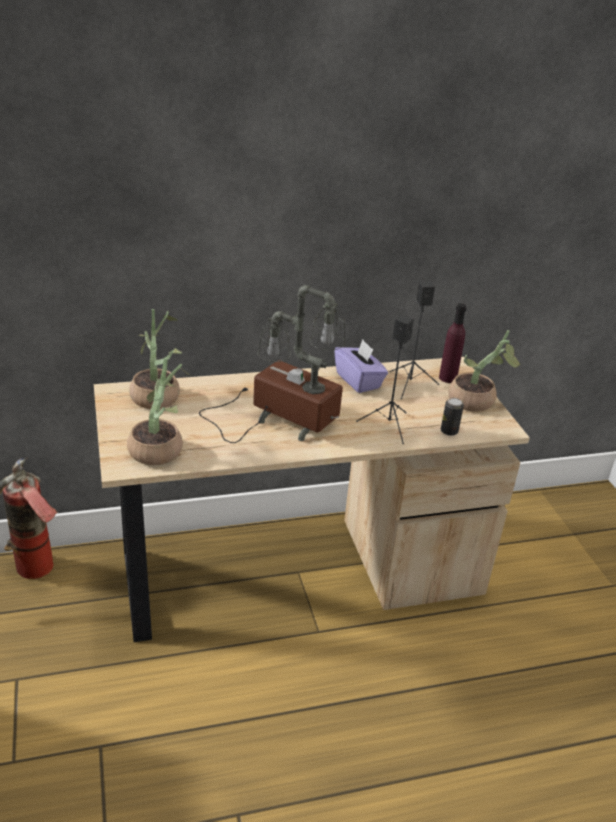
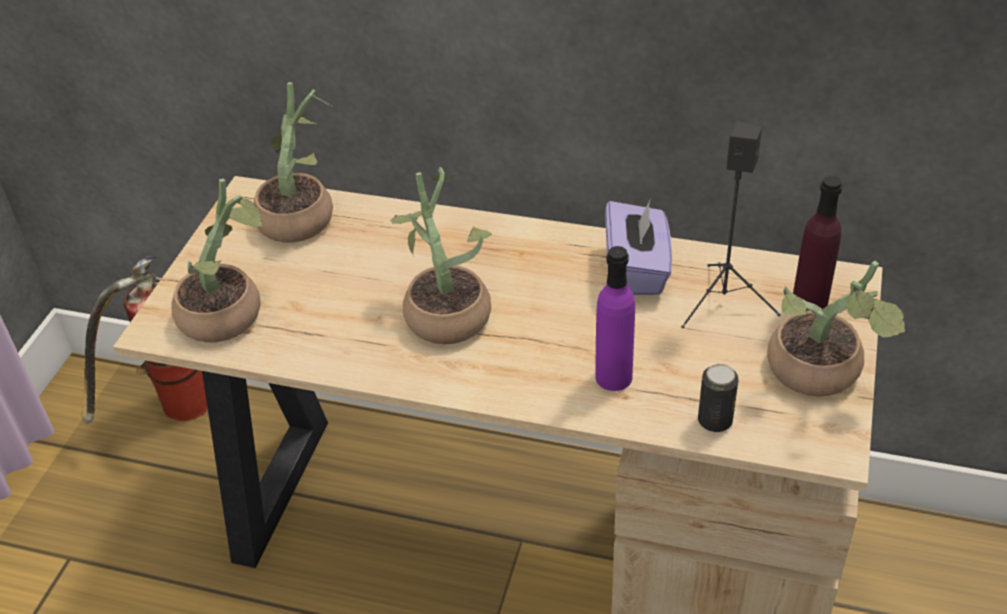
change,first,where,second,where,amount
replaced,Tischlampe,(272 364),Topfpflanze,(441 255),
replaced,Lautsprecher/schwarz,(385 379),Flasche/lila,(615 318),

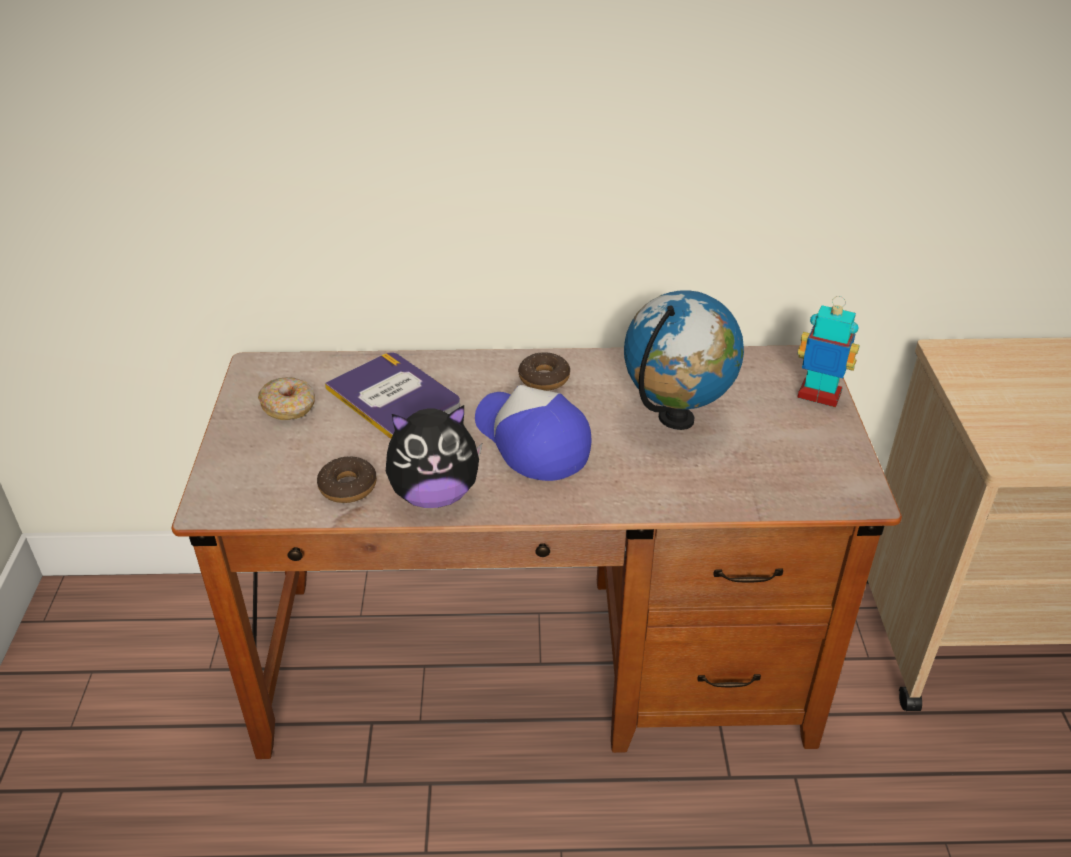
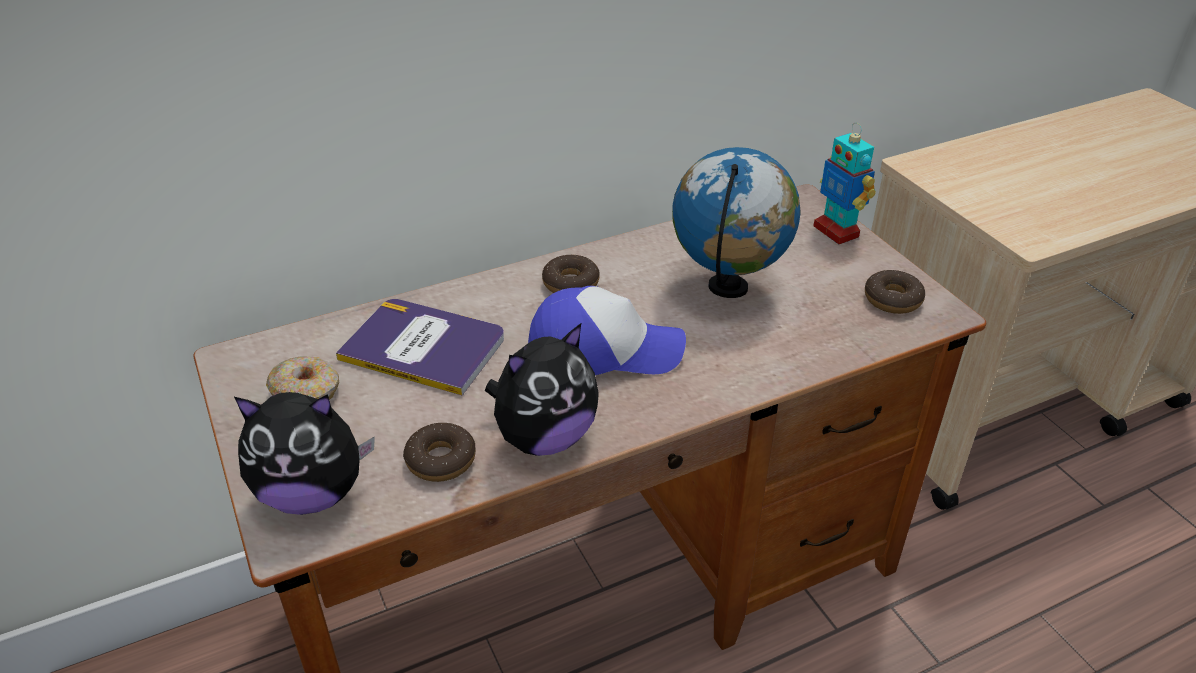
change,first,where,second,where,amount
turned,Spielzeugroboter,(828 351),,(845 183),120 degrees counterclockwise
turned,Kappe,(533 433),,(607 330),150 degrees clockwise
added,,,Donut,(895 292),
added,,,Plüschtier,(304 453),

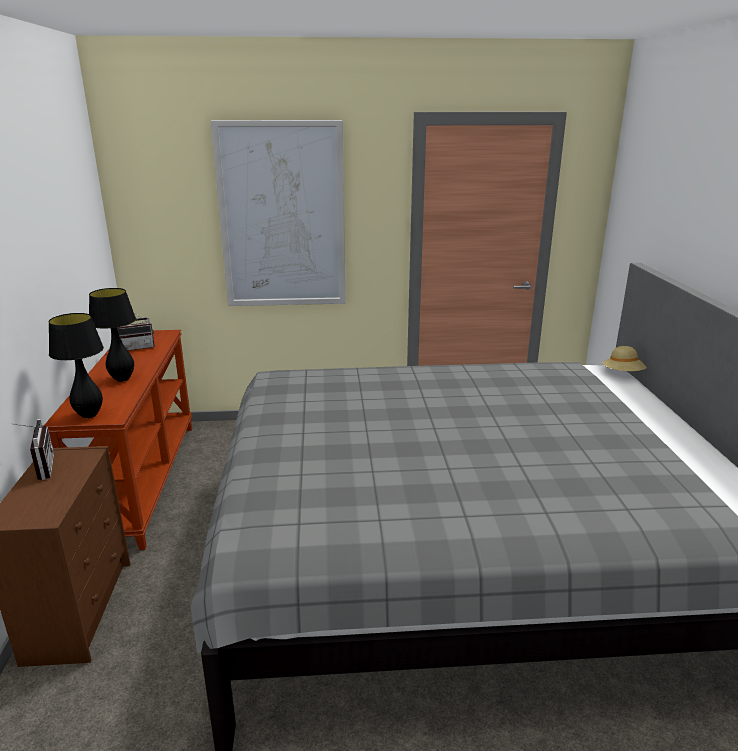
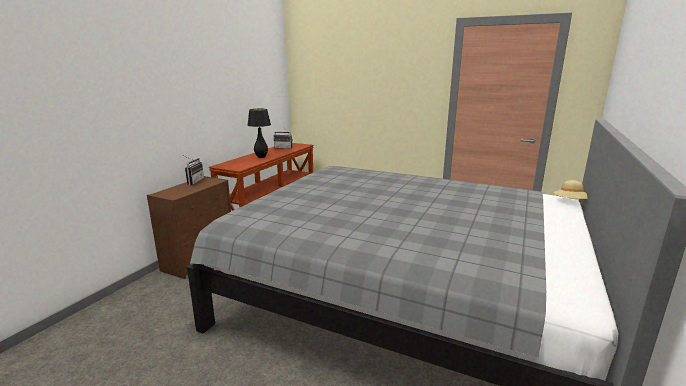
change,first,where,second,where,amount
removed,Bild,(278 213),,,
removed,Tischlampe/schwarz,(76 365),,,

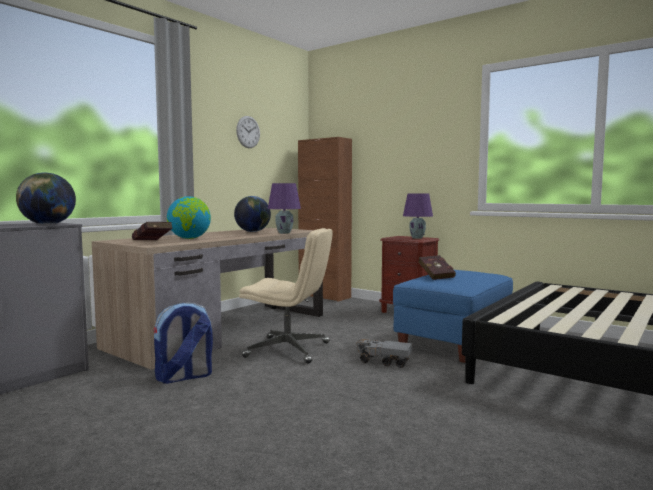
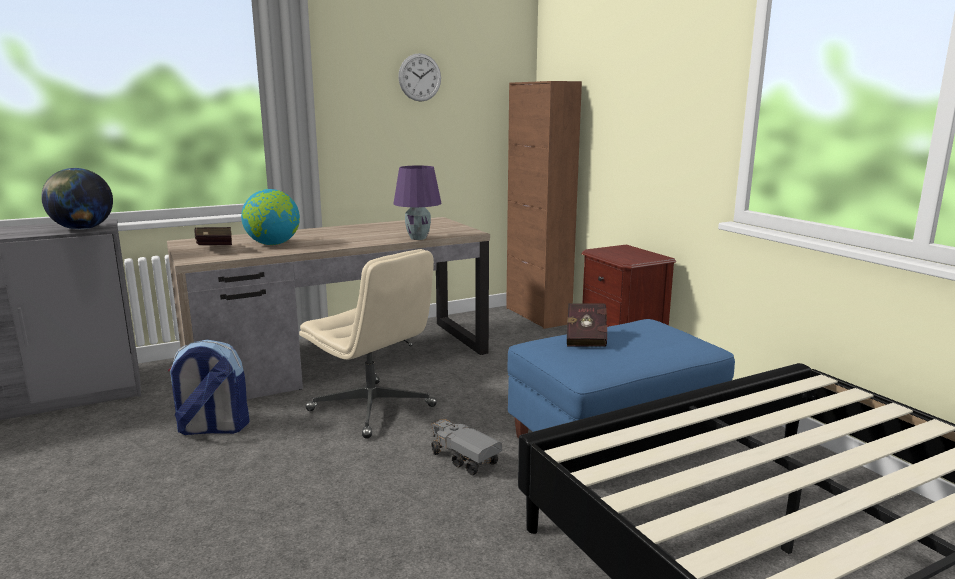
change,first,where,second,where,amount
removed,Tischlampe/lila,(418 216),,,
removed,Globus,(252 214),,,

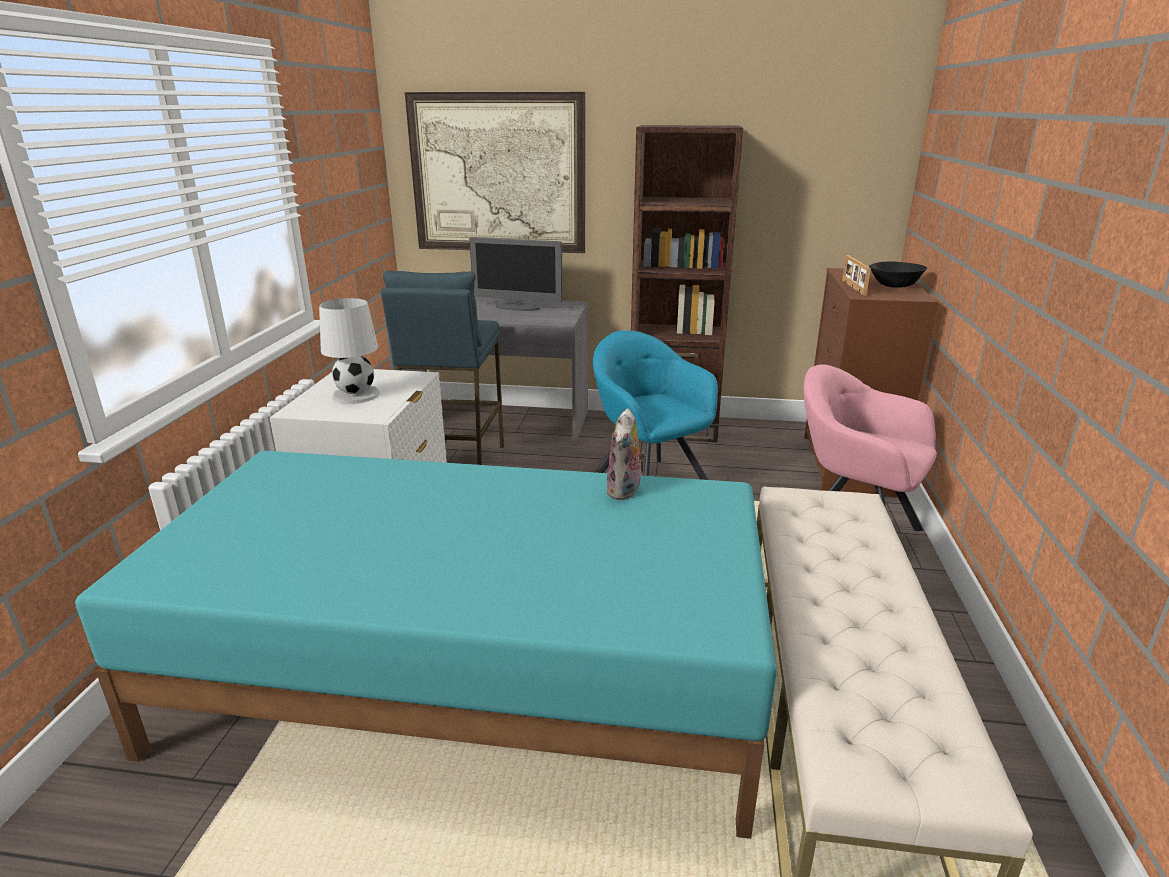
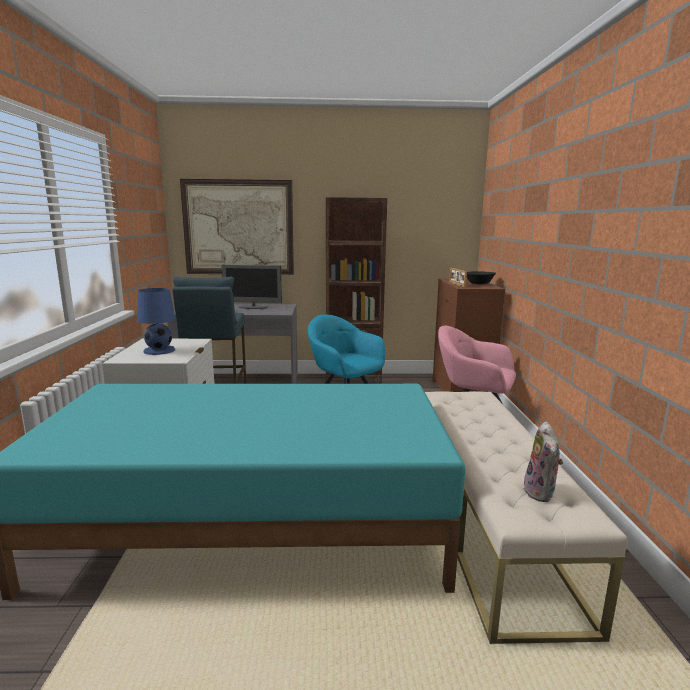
change,first,where,second,where,amount
recoloured,Tischlampe/weiß,(349 351),Tischlampe/blau,(156 321),
moved,Plüschtier,(626 454),,(543 461),

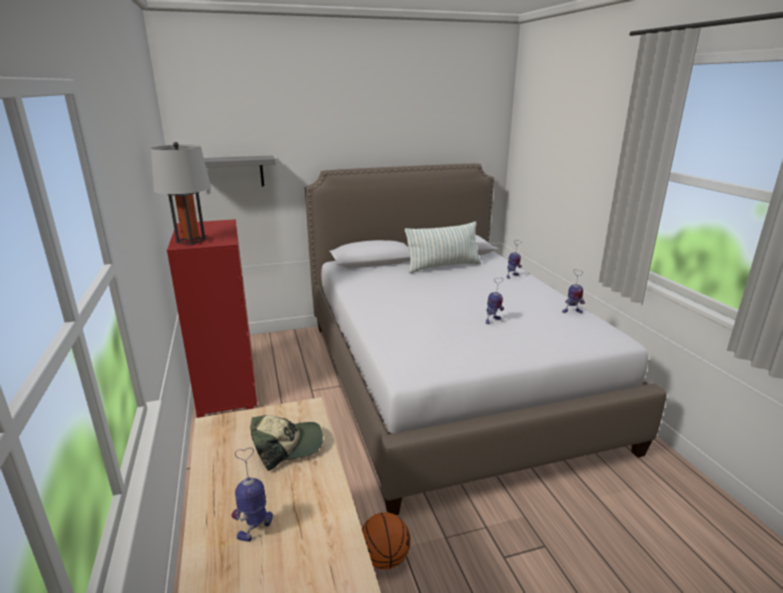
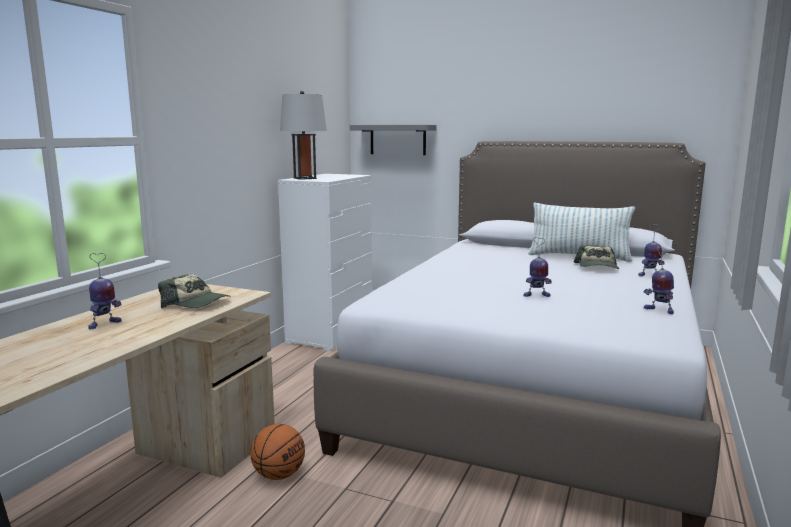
change,first,where,second,where,amount
recoloured,Kommode/rot,(212 318),Kommode/weiß,(325 262),
turned,Spielzeugroboter,(252 494),,(105 291),135 degrees clockwise
added,,,Kappe,(596 257),

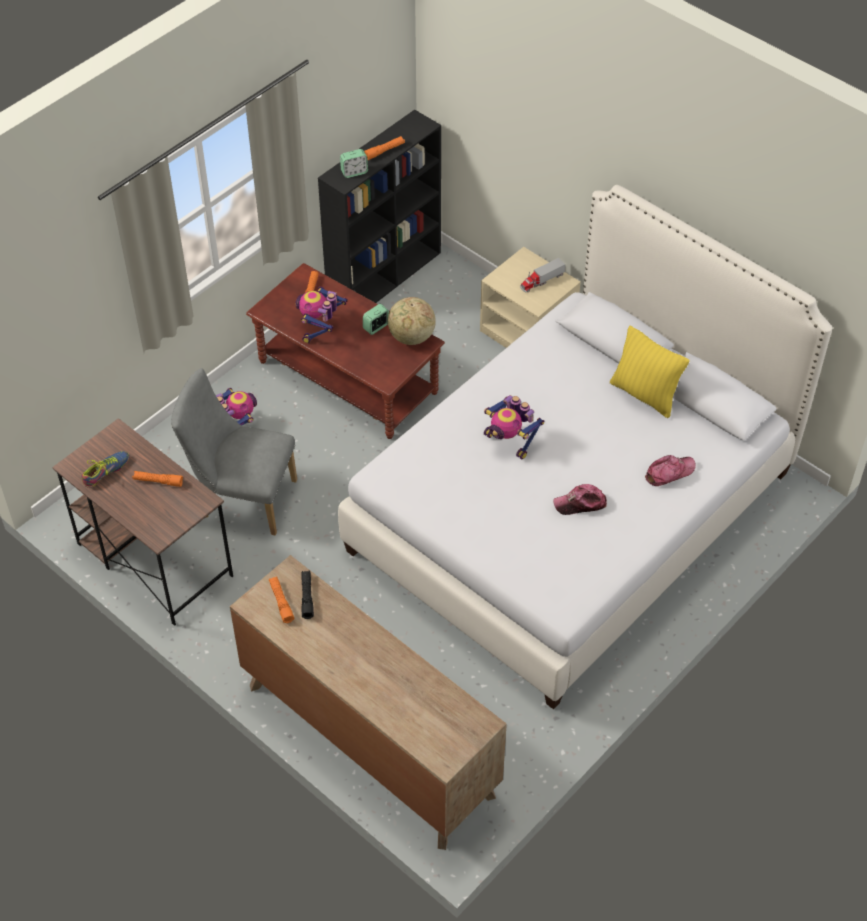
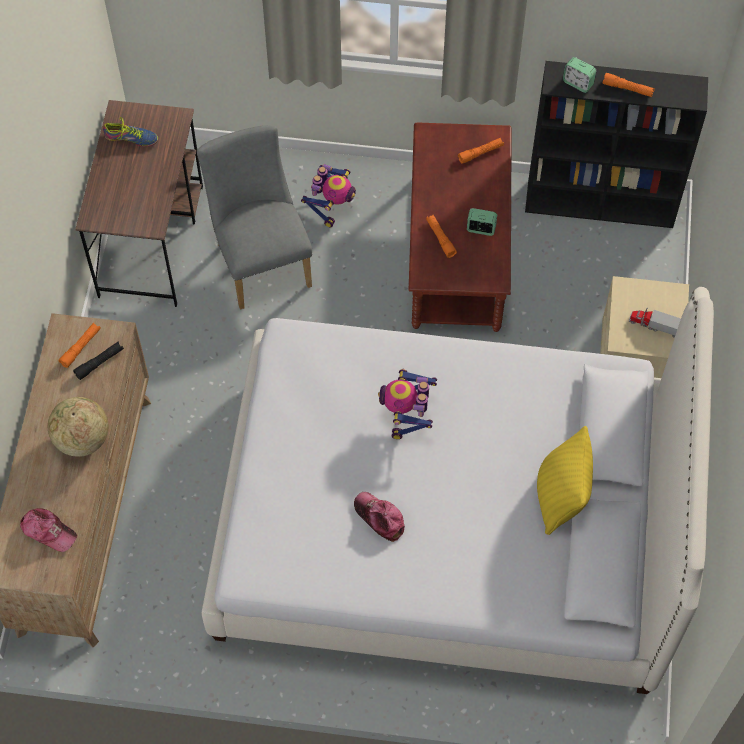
change,first,where,second,where,amount
removed,Spielzeugroboter,(321 315),,,
moved,Globus,(412 321),,(78 427),
moved,Kappe,(670 470),,(48 530),
moved,Taschenlampe/orange,(157 479),,(441 236),

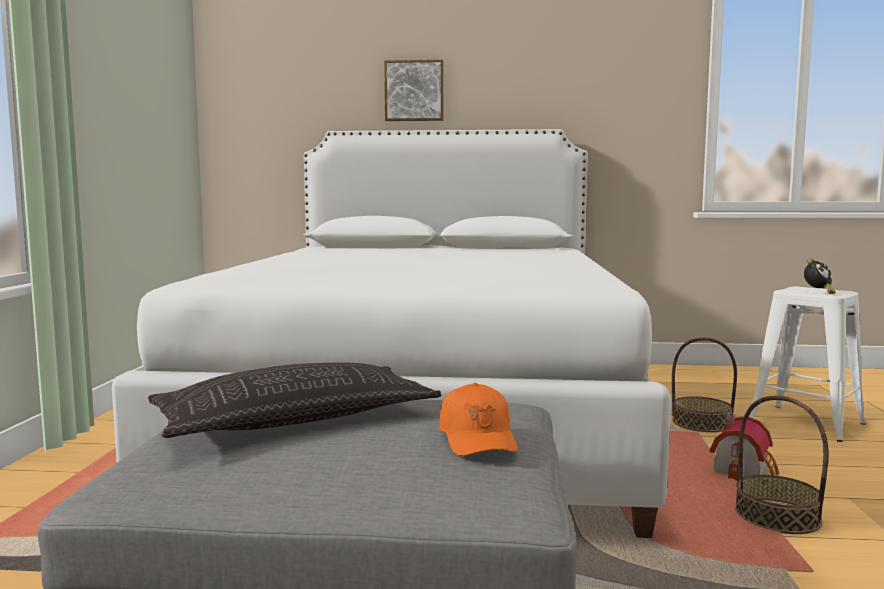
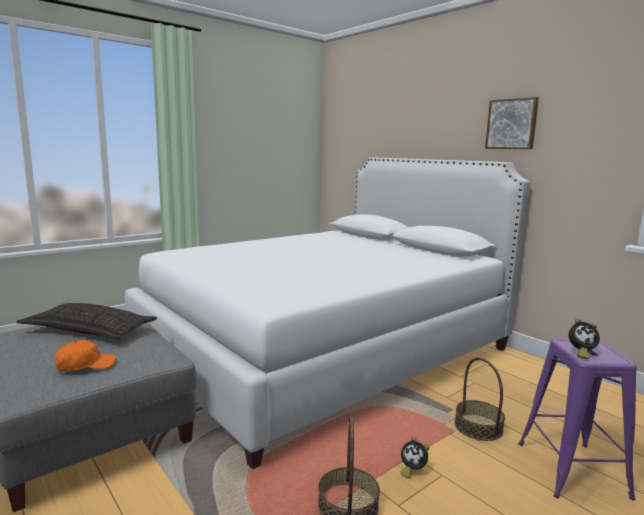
change,first,where,second,where,amount
moved,Bild,(413 90),,(512 123),
recoloured,Hocker/weiß,(807 364),Hocker/lila,(577 419),
turned,Kappe/orange,(478 419),,(85 356),150 degrees counterclockwise
replaced,Spielzeughaus,(744 447),Wecker,(414 457),

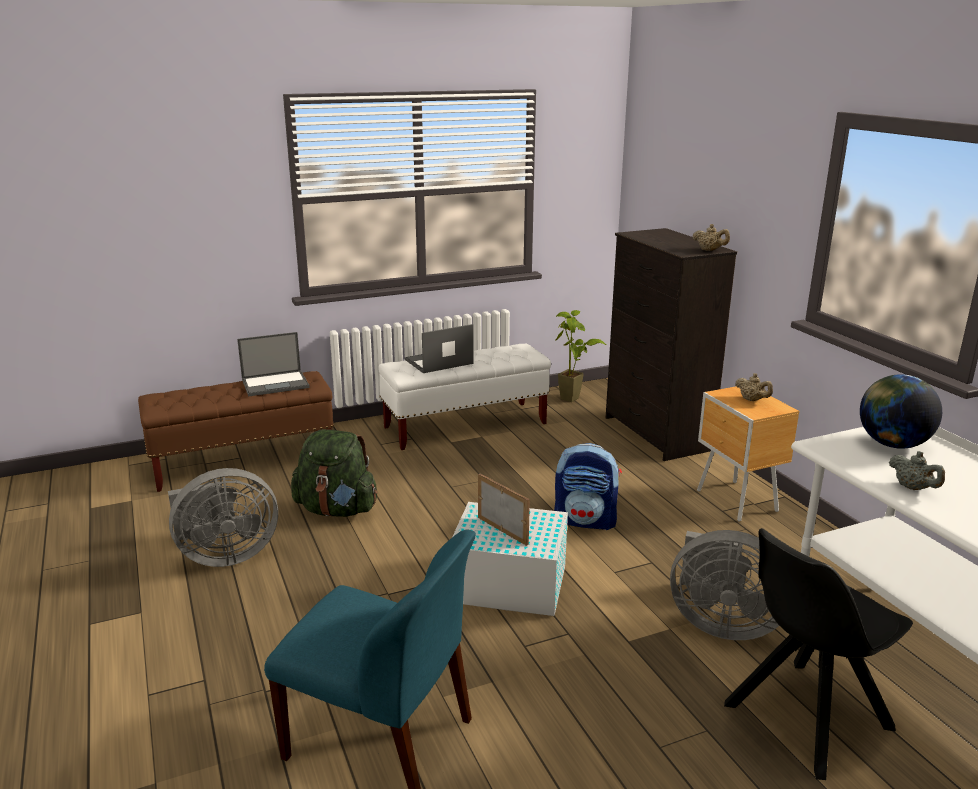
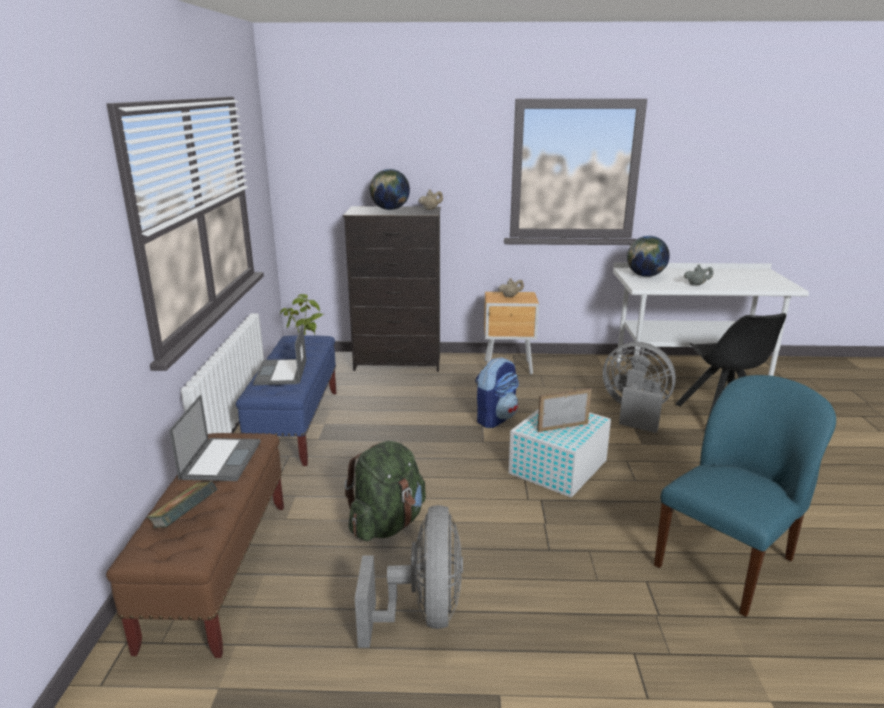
change,first,where,second,where,amount
recoloured,Bank/weiß,(464 396),Bank/blau,(286 400),
turned,Ventilator/grau,(724 585),,(639 387),105 degrees counterclockwise
added,,,Globus,(390 189),
added,,,Buch,(181 504),

